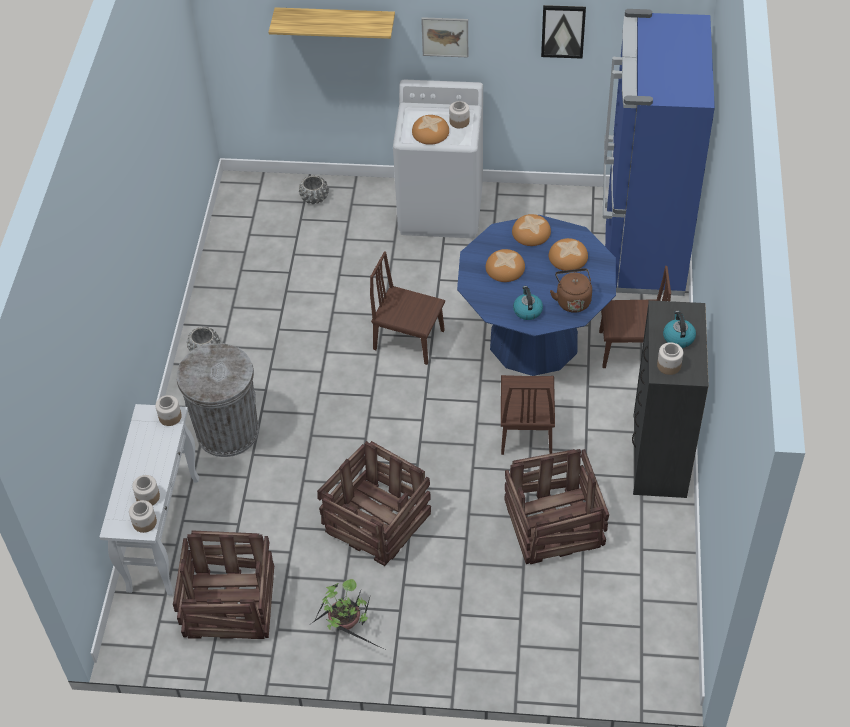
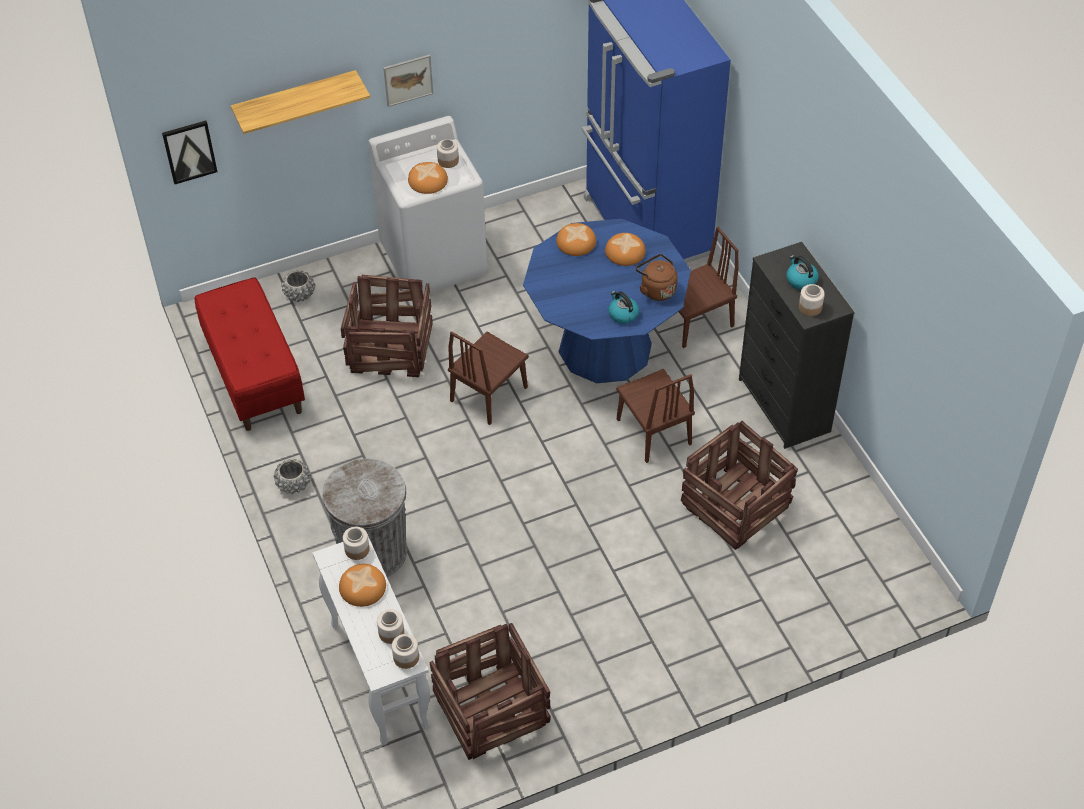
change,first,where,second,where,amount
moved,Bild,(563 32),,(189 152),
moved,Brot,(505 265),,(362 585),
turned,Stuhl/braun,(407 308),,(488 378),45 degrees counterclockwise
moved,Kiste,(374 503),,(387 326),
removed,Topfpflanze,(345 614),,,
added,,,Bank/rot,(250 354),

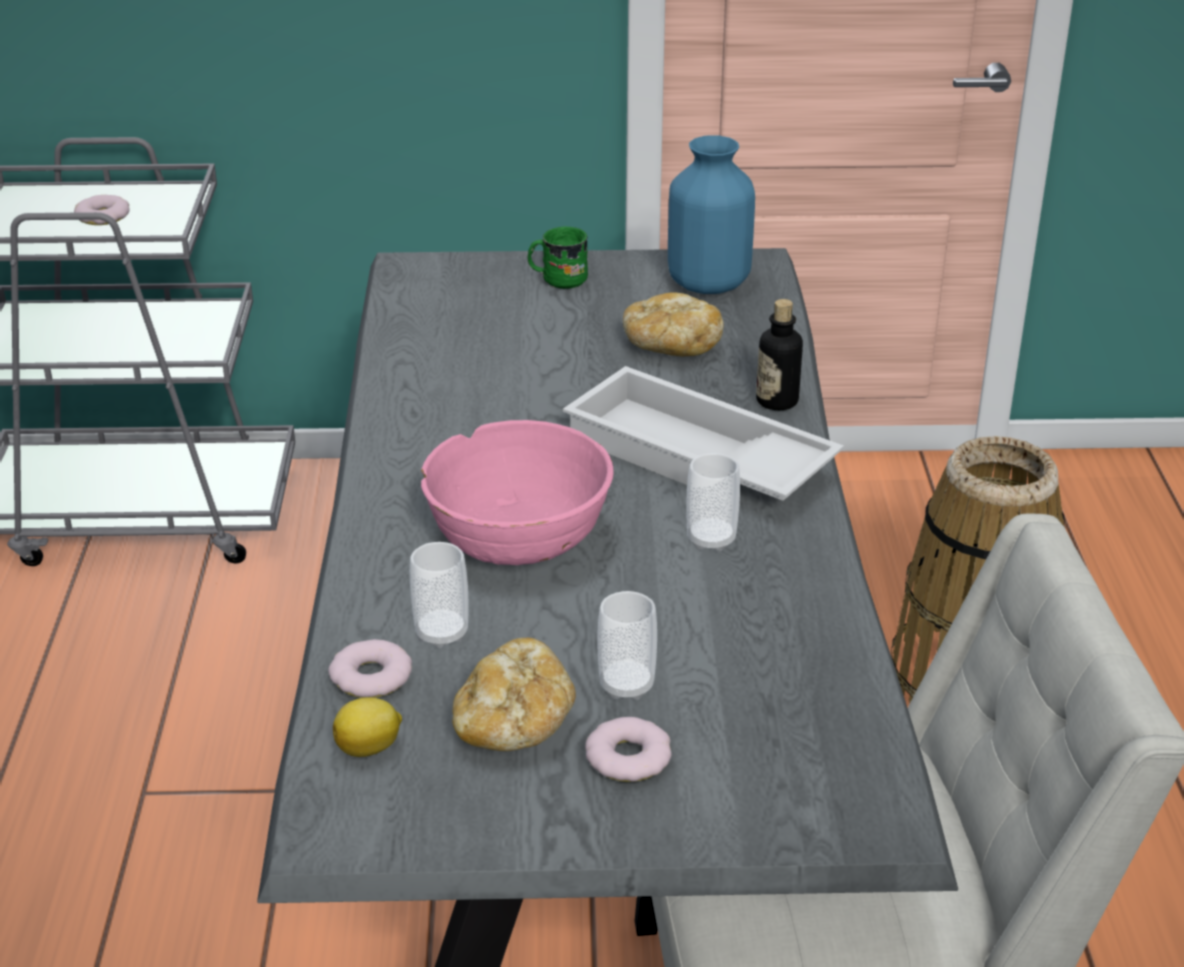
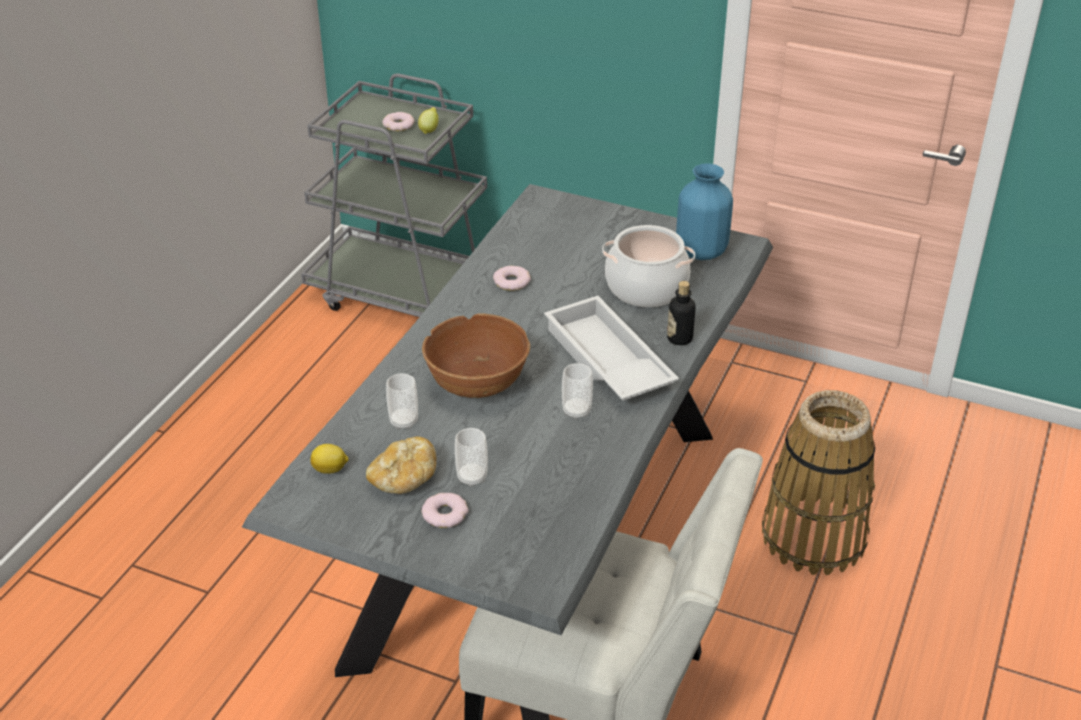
change,first,where,second,where,amount
removed,Henkelbecher/grün,(558 258),,,
replaced,Brot,(673 325),Kochtopf,(648 266),
recoloured,Schüssel/rosa,(517 492),Schüssel/braun,(476 355),
moved,Donut,(370 668),,(512 278),
added,,,Zitrone,(428 120),

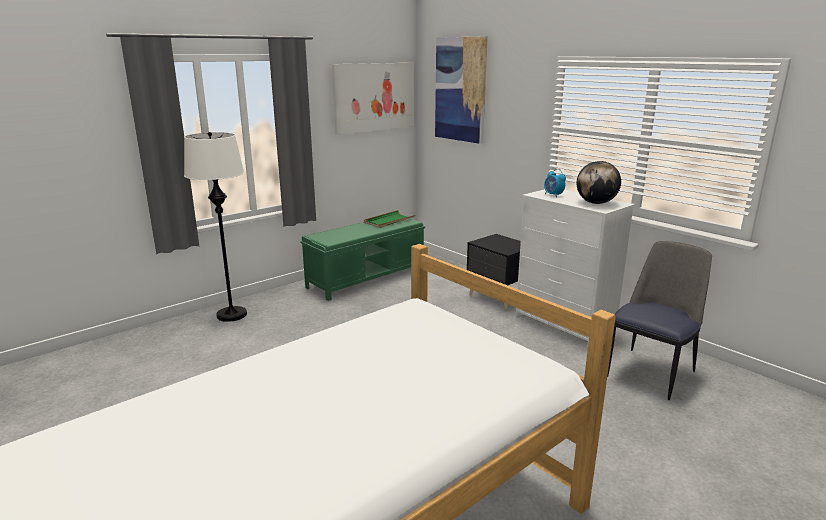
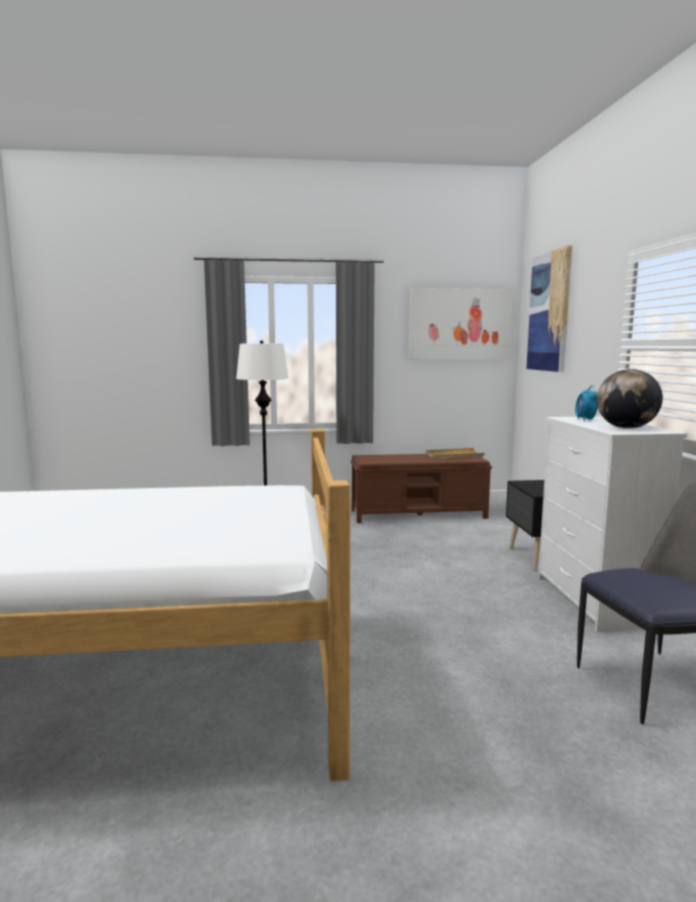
change,first,where,second,where,amount
recoloured,Tablett/grün,(389 219),Tablett/beige,(455 453),
recoloured,Bank/grün,(362 258),Bank/braun,(421 488),

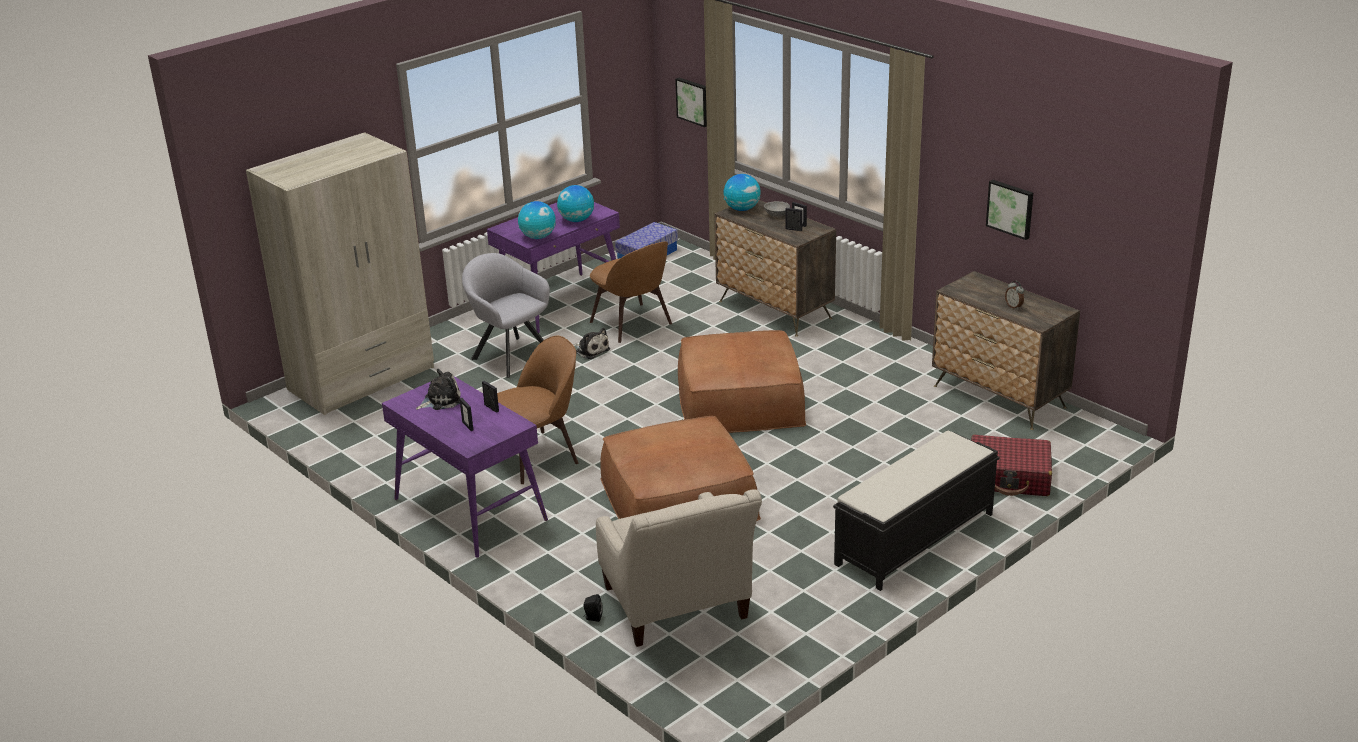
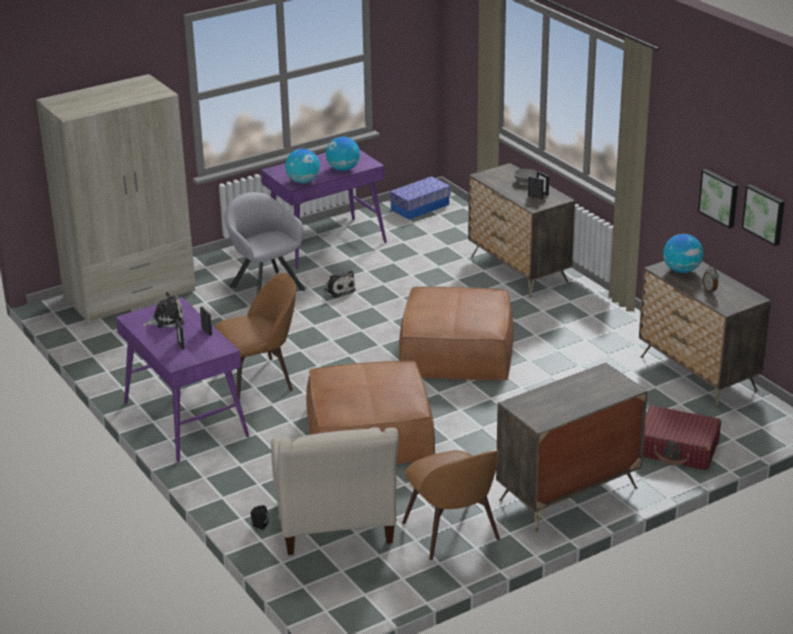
change,first,where,second,where,amount
moved,Bild,(691 102),,(763 215),
moved,Globus,(742 192),,(683 253),
moved,Stuhl/braun,(631 292),,(451 505),
replaced,Bank/schwarz,(916 511),Kommode,(572 447),

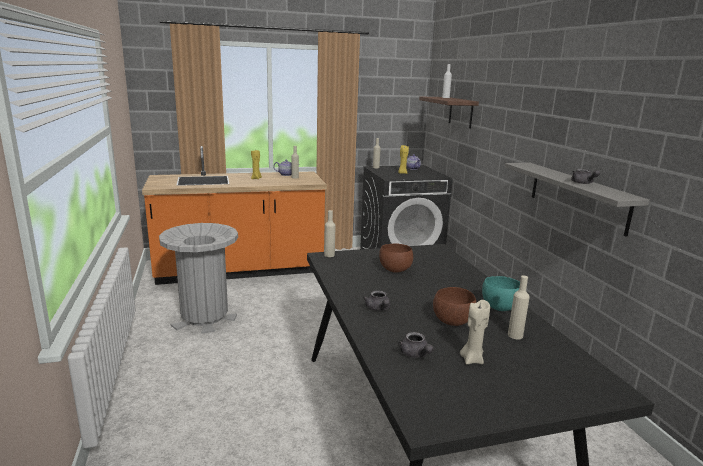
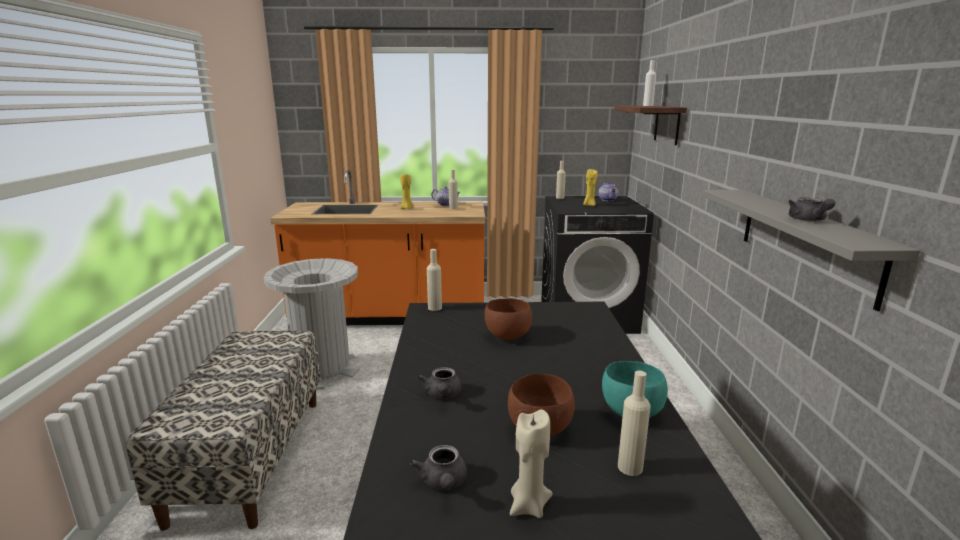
change,first,where,second,where,amount
added,,,Bank,(224 431),

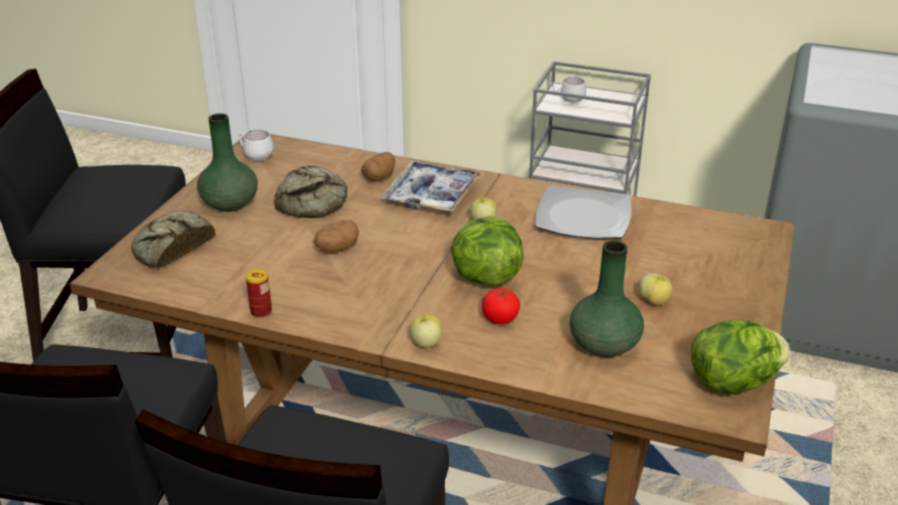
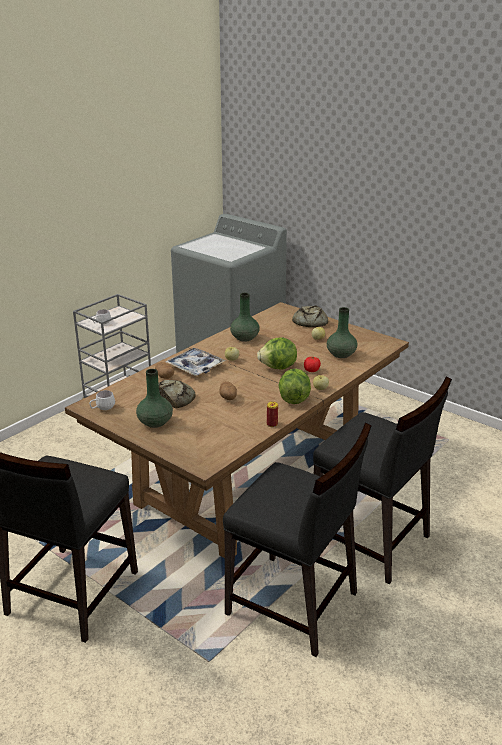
change,first,where,second,where,amount
replaced,Teller,(583 212),Vase/grün,(245 317),
moved,Brot,(173 240),,(310 316),
moved,Salatkopf,(740 357),,(294 386),

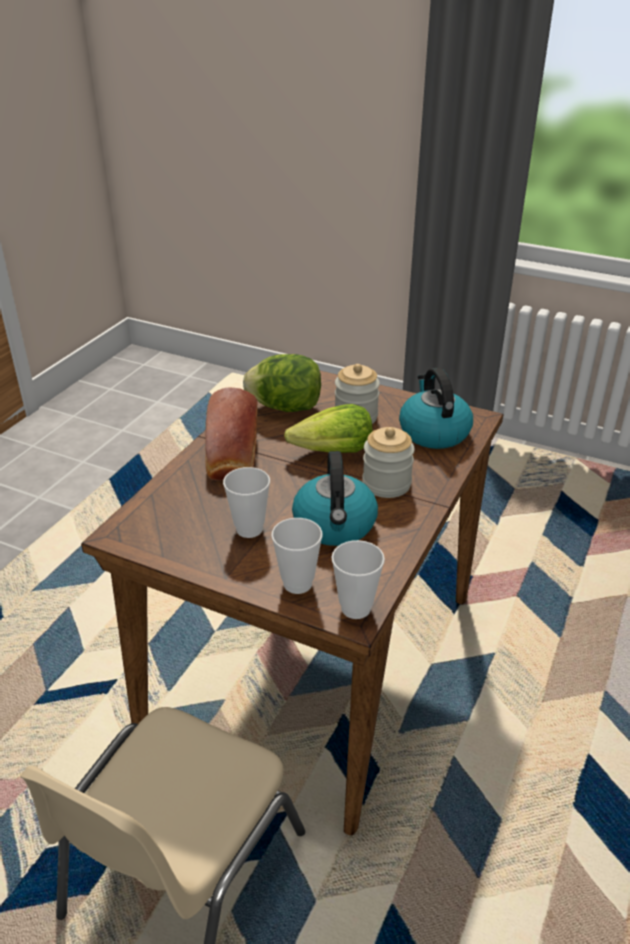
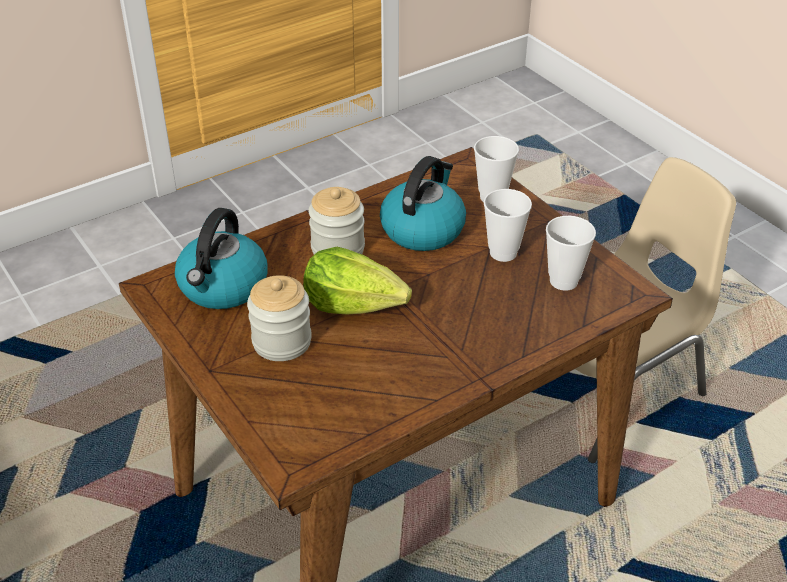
change,first,where,second,where,amount
removed,Salatkopf,(282 383),,,
removed,Brot,(231 434),,,
moved,Tasse,(358 579),,(571 253),

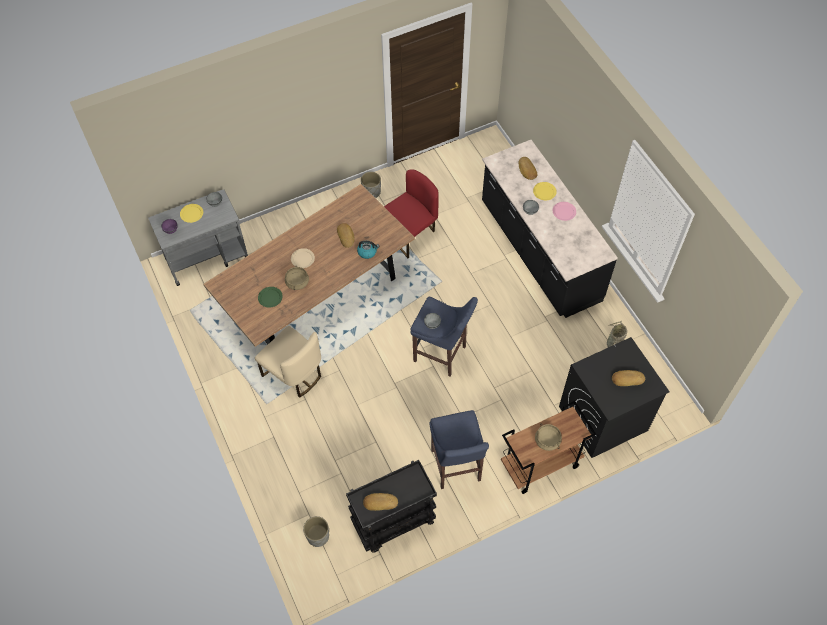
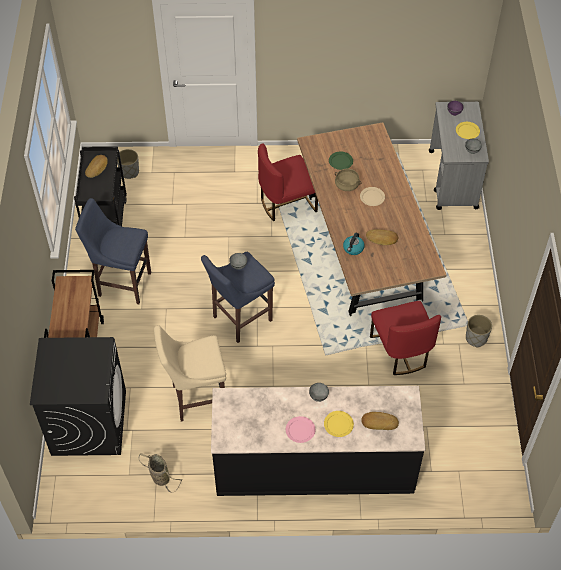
change,first,where,second,where,amount
recoloured,Stuhl/beige,(288 362),Stuhl/rot,(288 182),
removed,Brot,(628 378),,,
removed,Kochtopf/beige,(548 437),,,
added,,,Hocker/beige,(190 373),

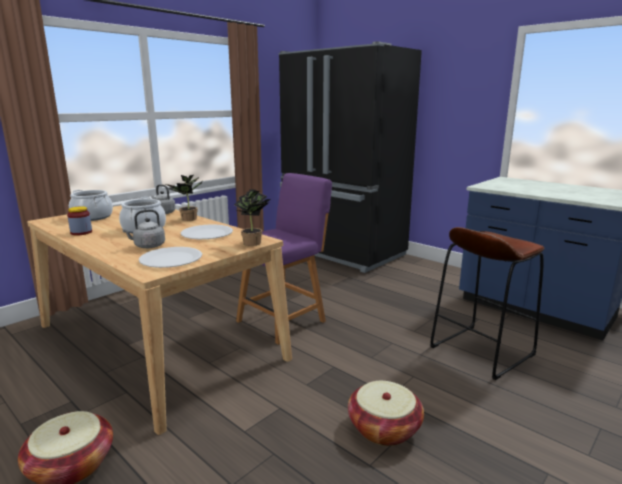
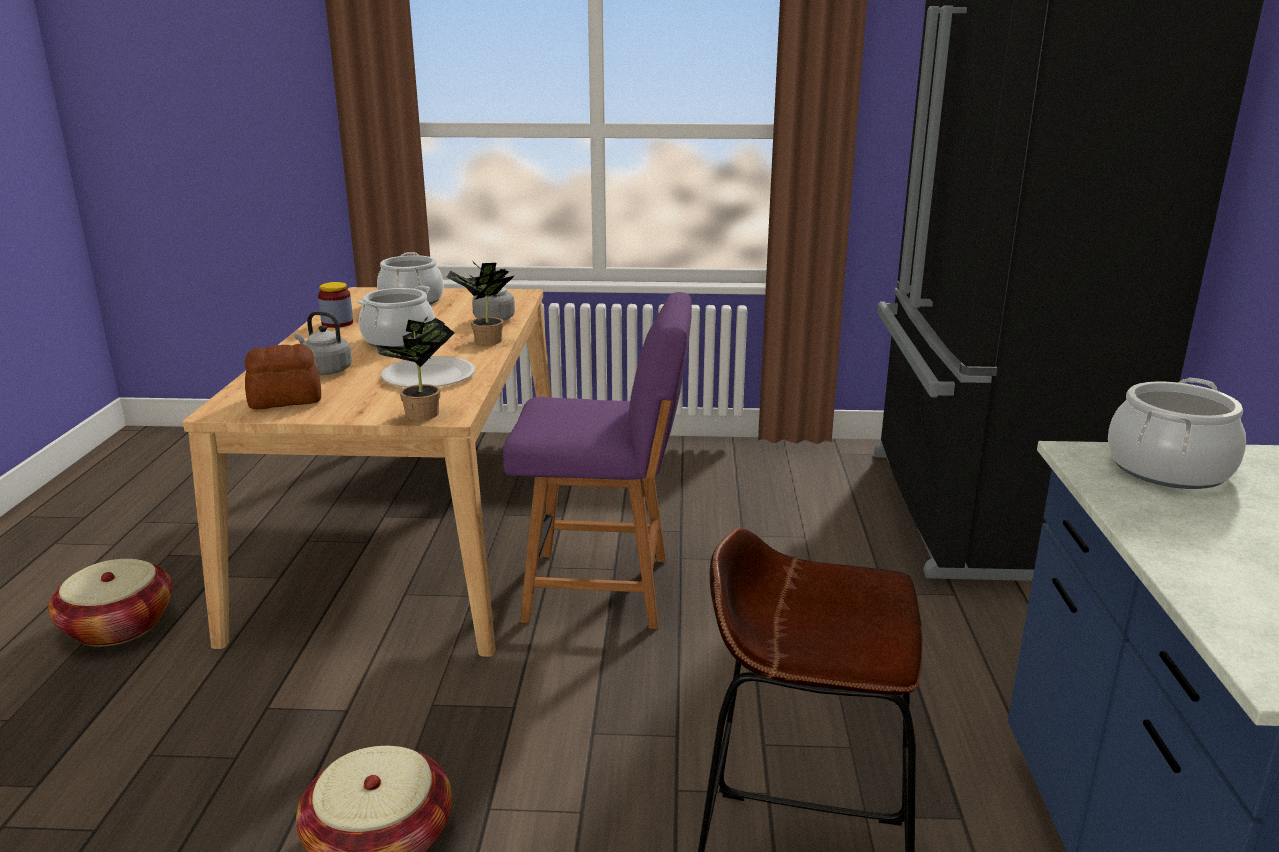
change,first,where,second,where,amount
replaced,Teller/weiß,(170 257),Brot,(283 377),
added,,,Kochtopf,(1177 433),

